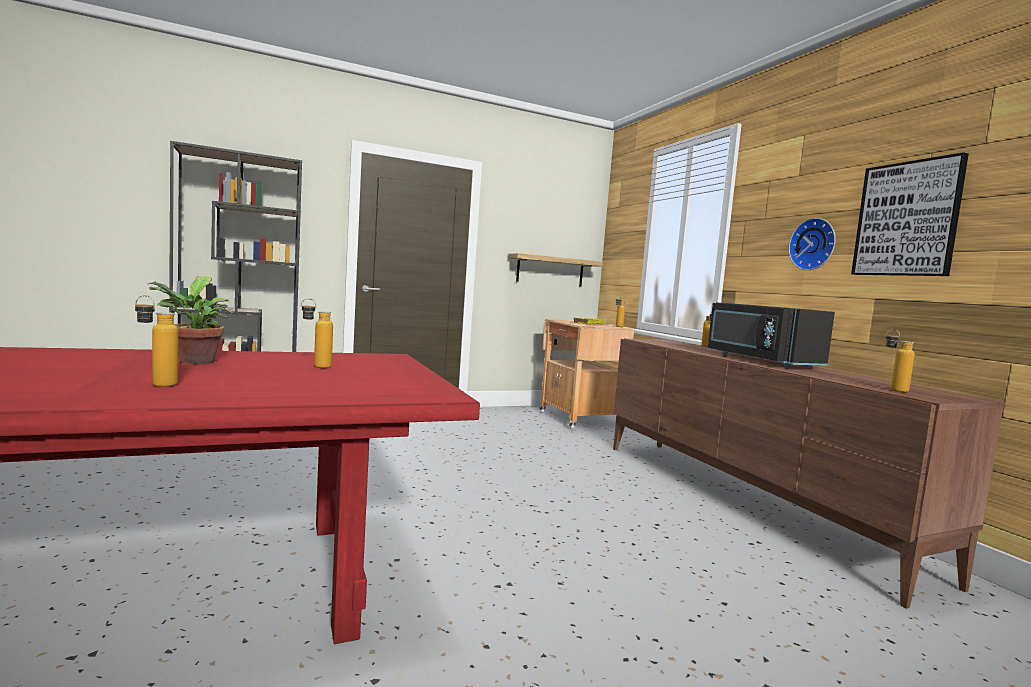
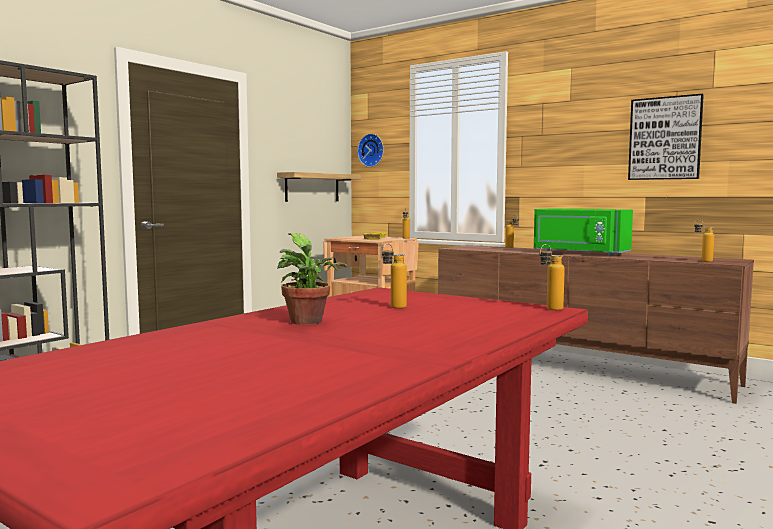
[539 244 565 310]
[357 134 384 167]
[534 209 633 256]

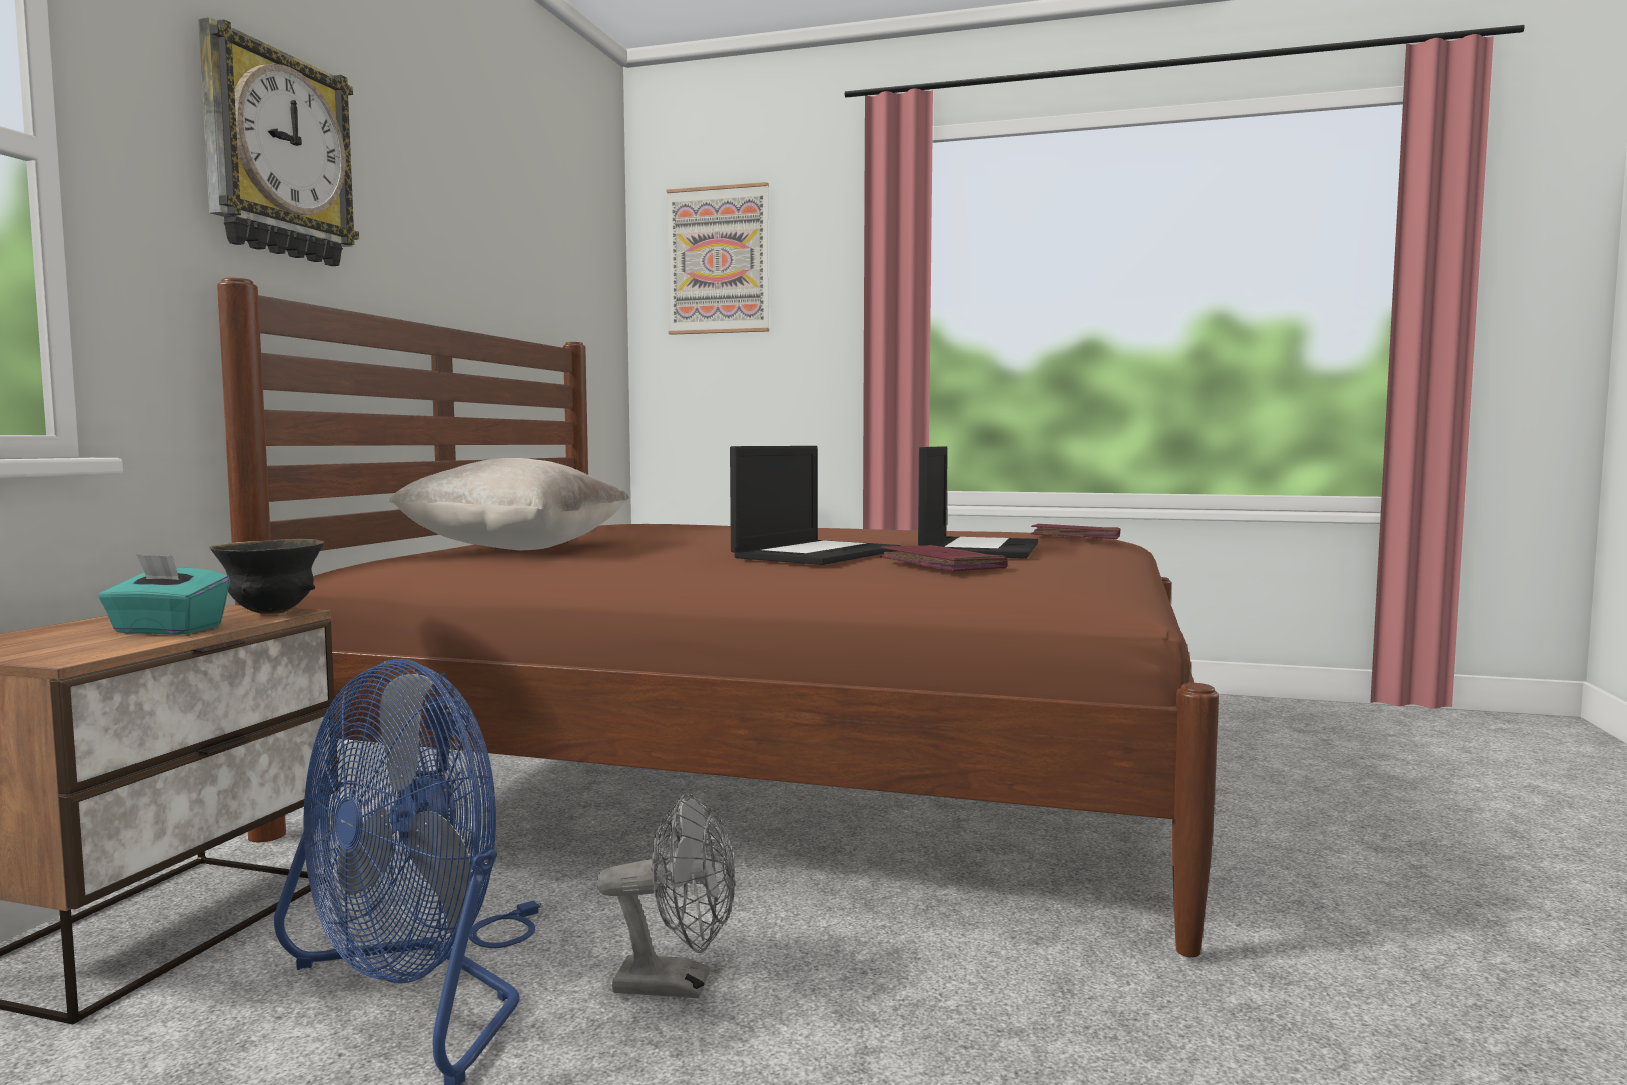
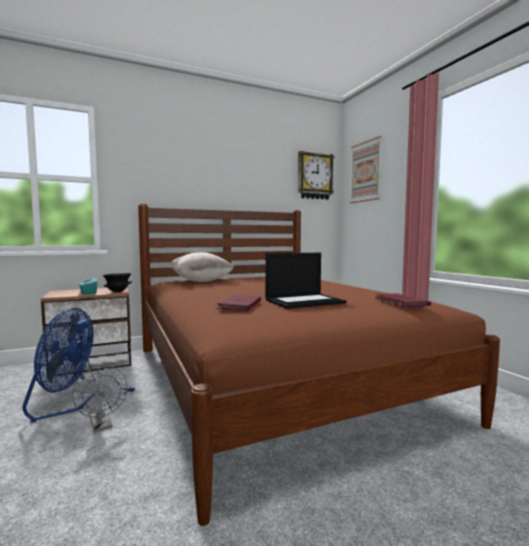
[730 446 900 565] (first image)
[298 151 334 200]

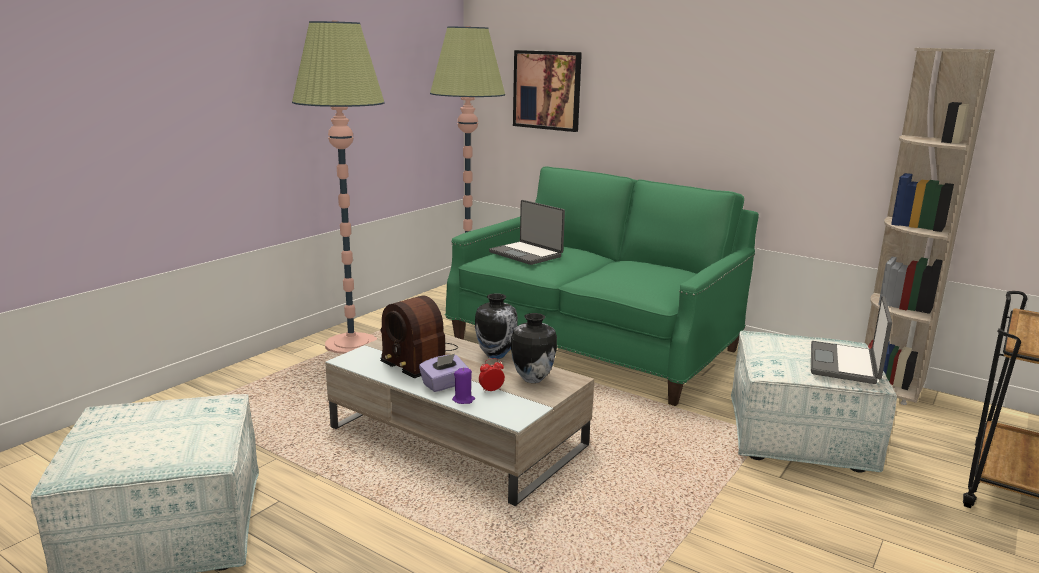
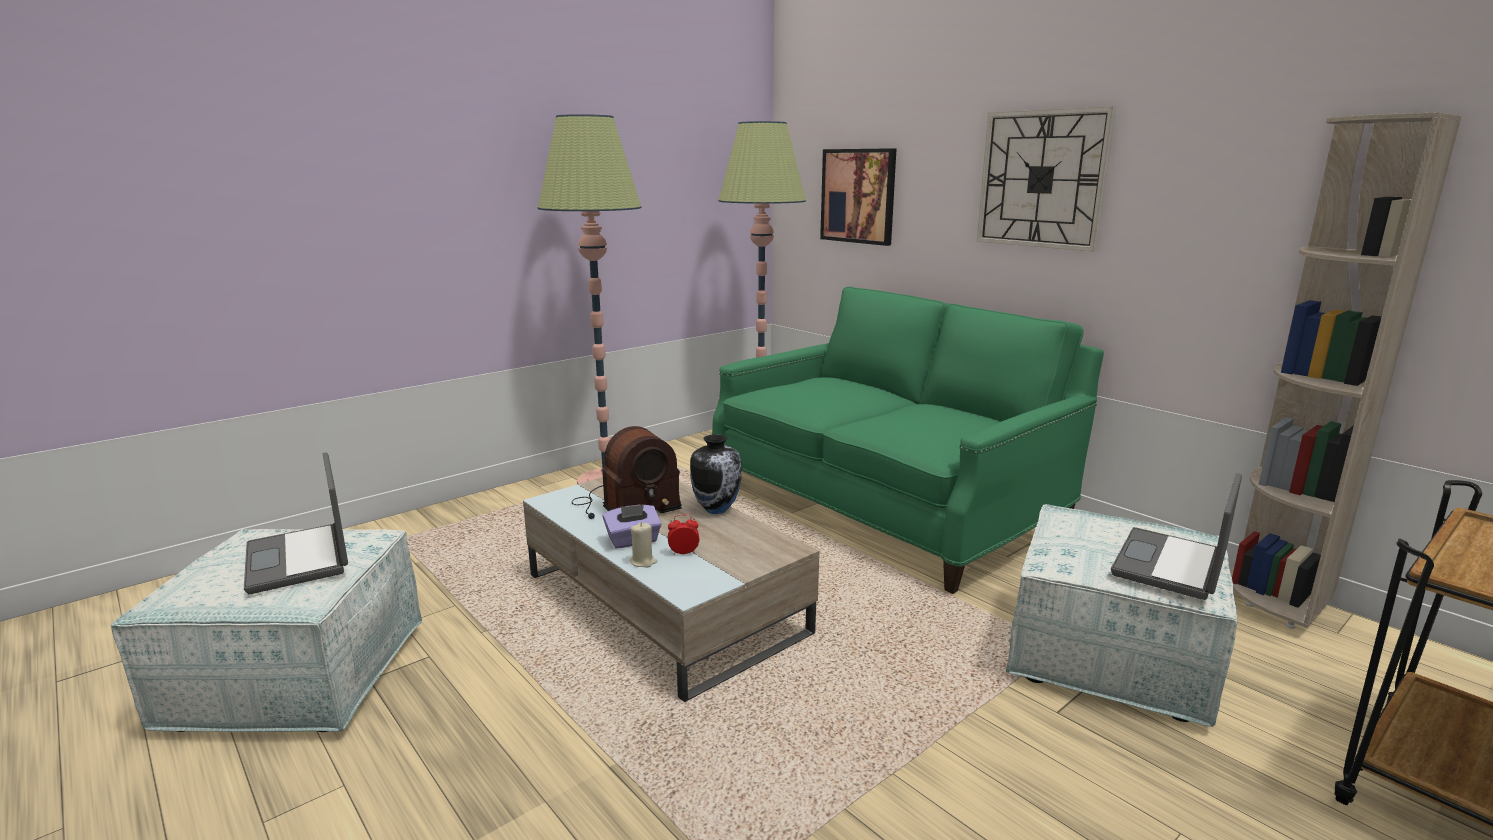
[511 313 557 383] (first image)
[977 107 1116 252]
[244 453 348 594]
[630 523 657 567]
[572 426 682 519]

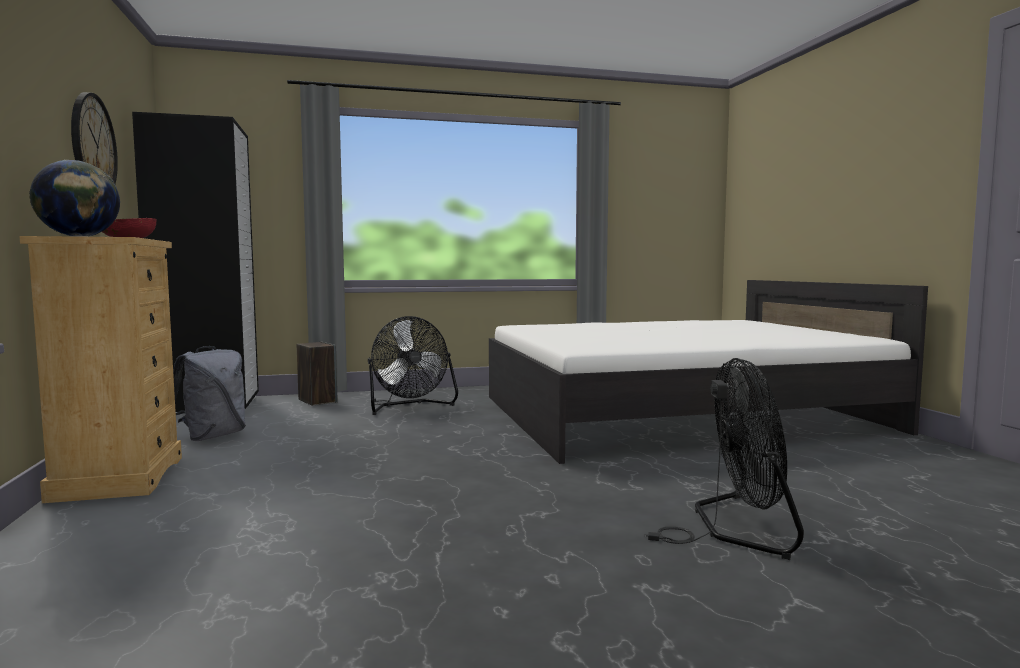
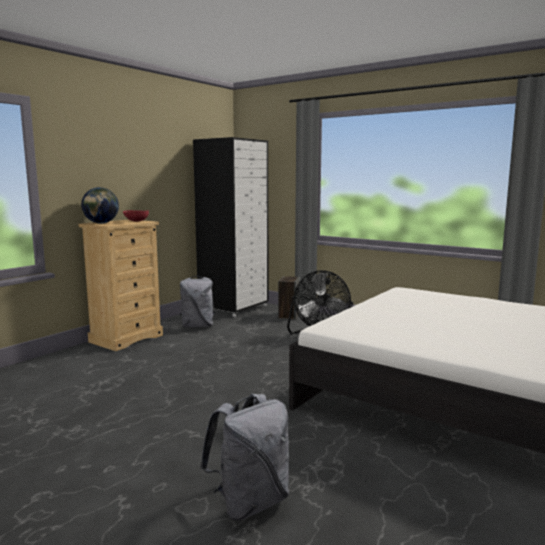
[71 92 118 184] (first image)
[200 394 289 520]

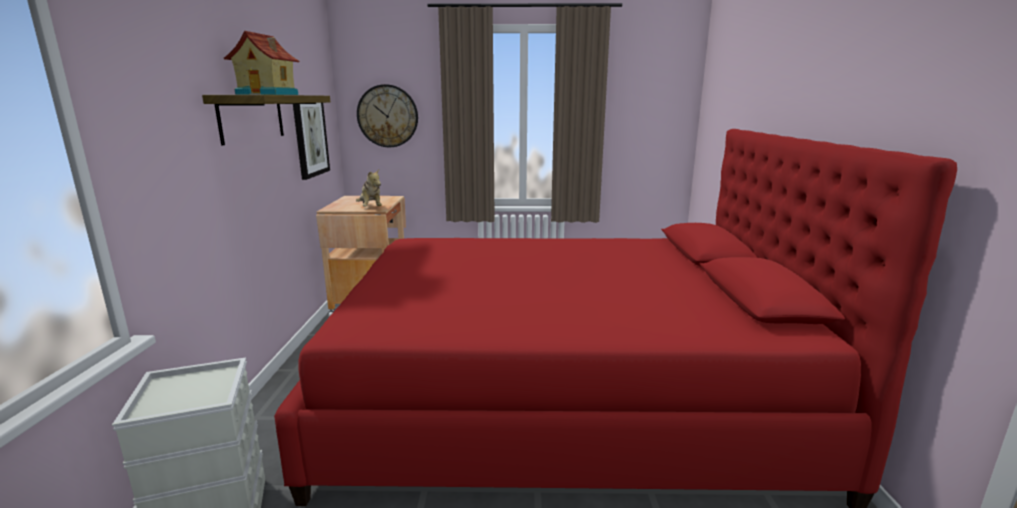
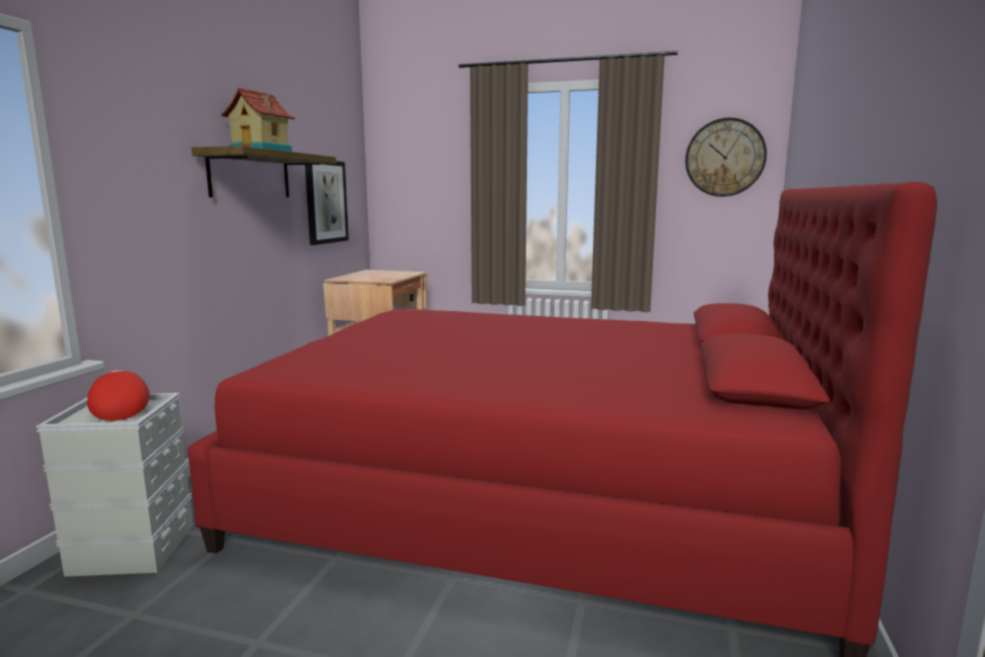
[356 169 382 207] (first image)
[87 370 150 421]
[685 118 767 197]

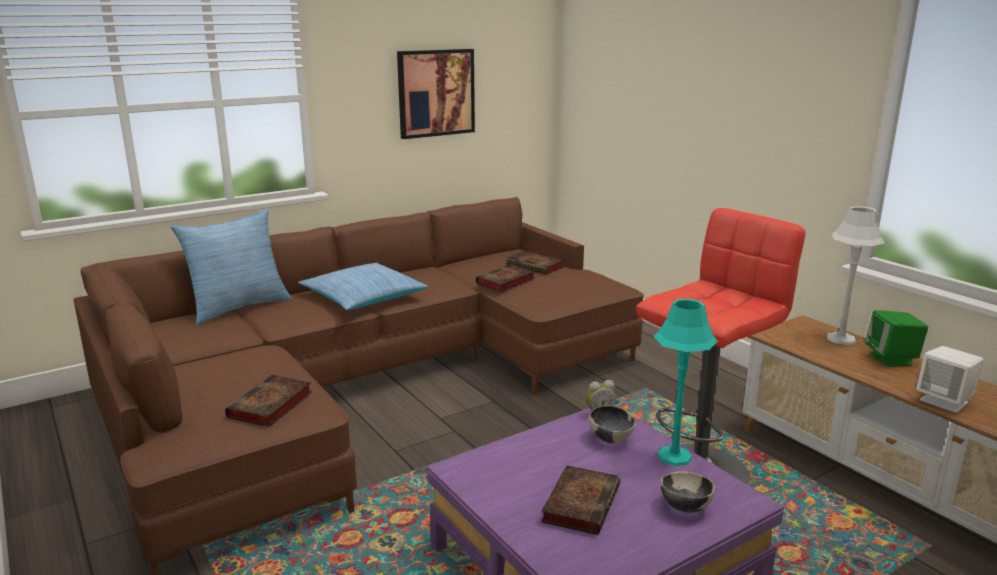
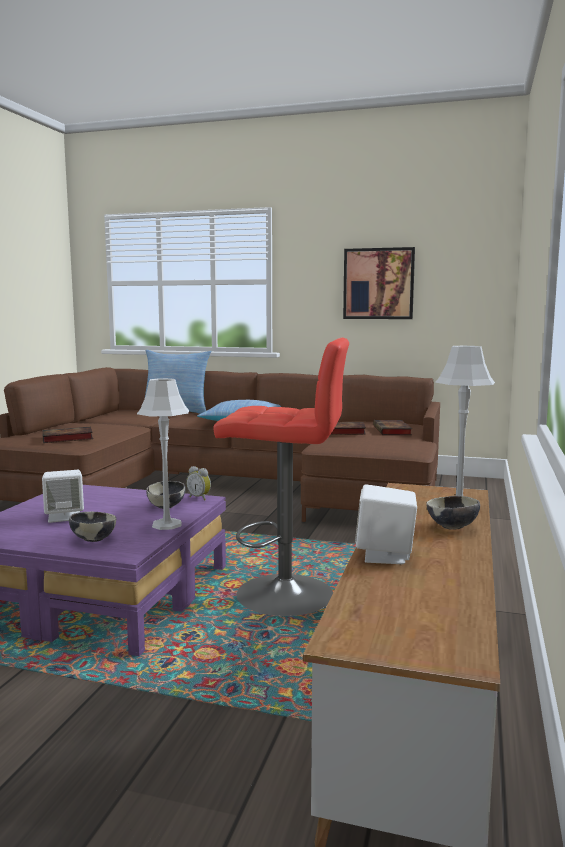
[42 470 84 523]
[426 496 480 530]
[137 378 189 530]

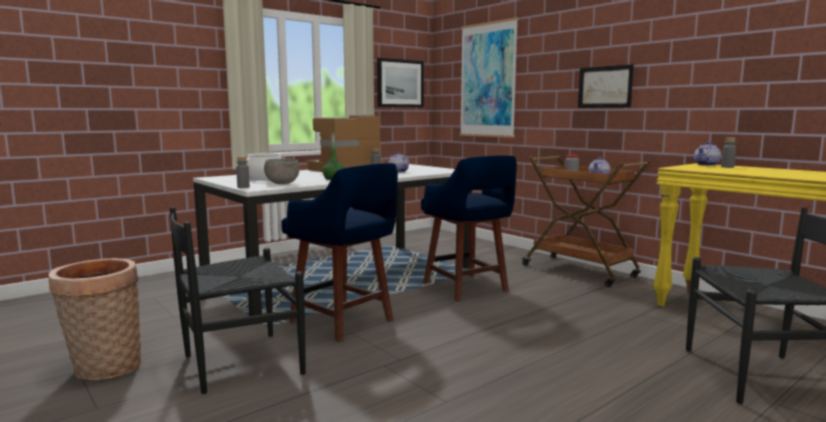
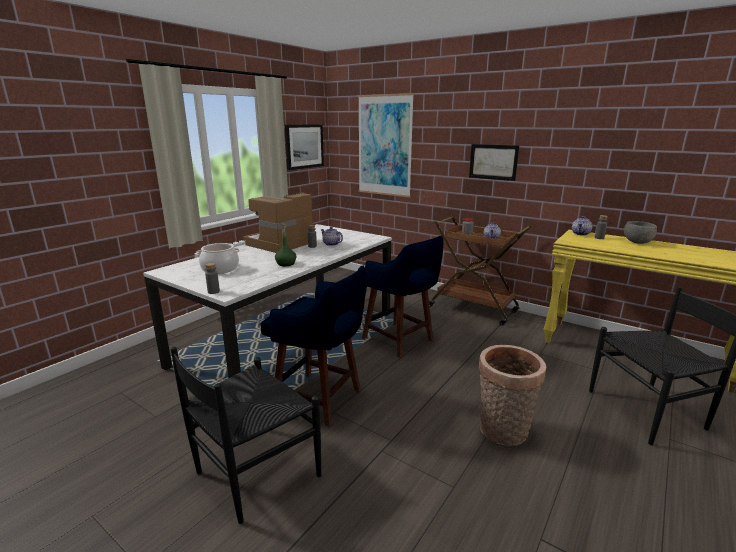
[479 345 546 446]
[624 221 657 244]

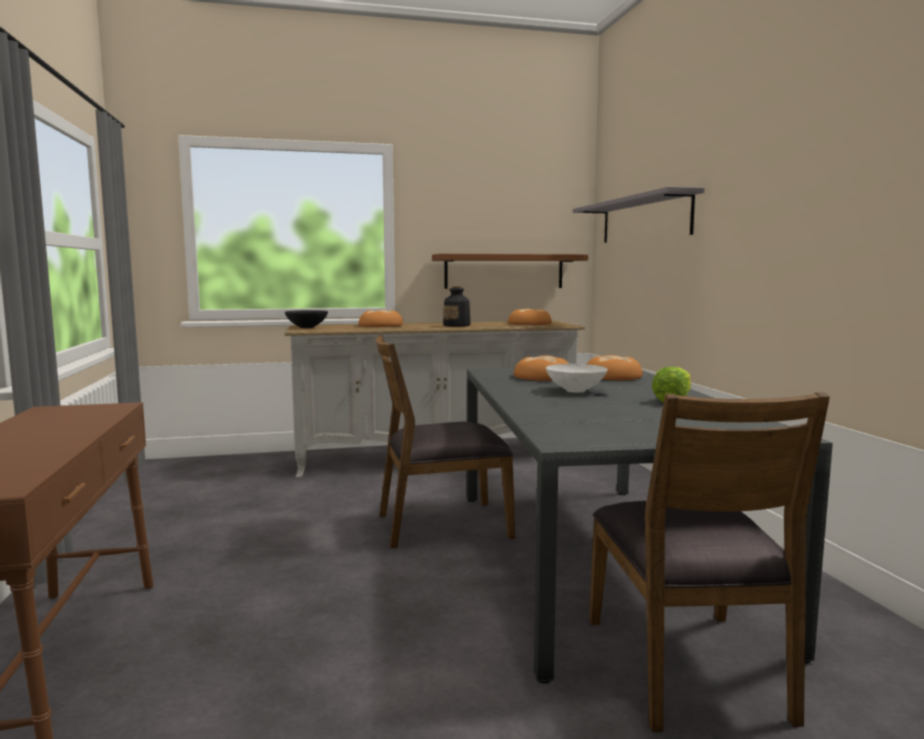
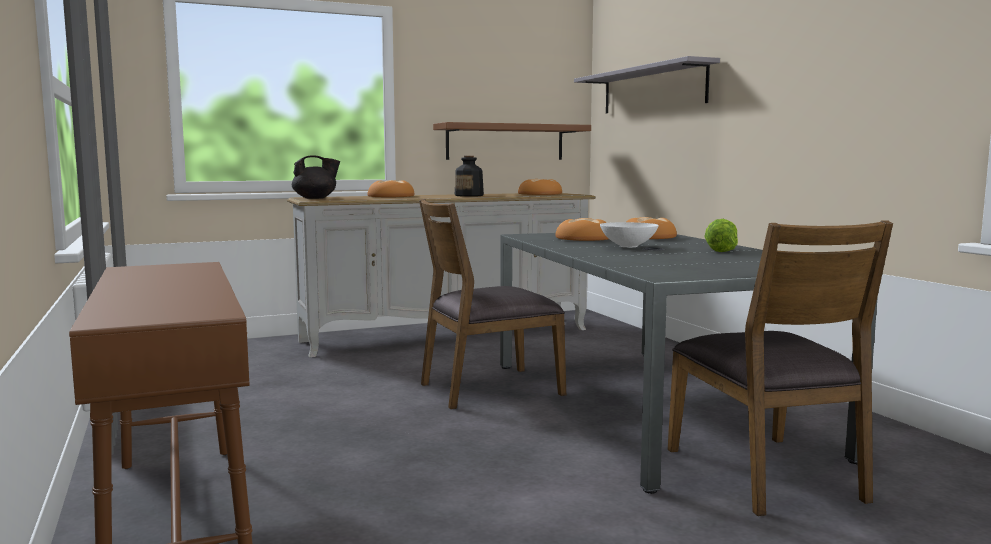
[292 155 340 199]

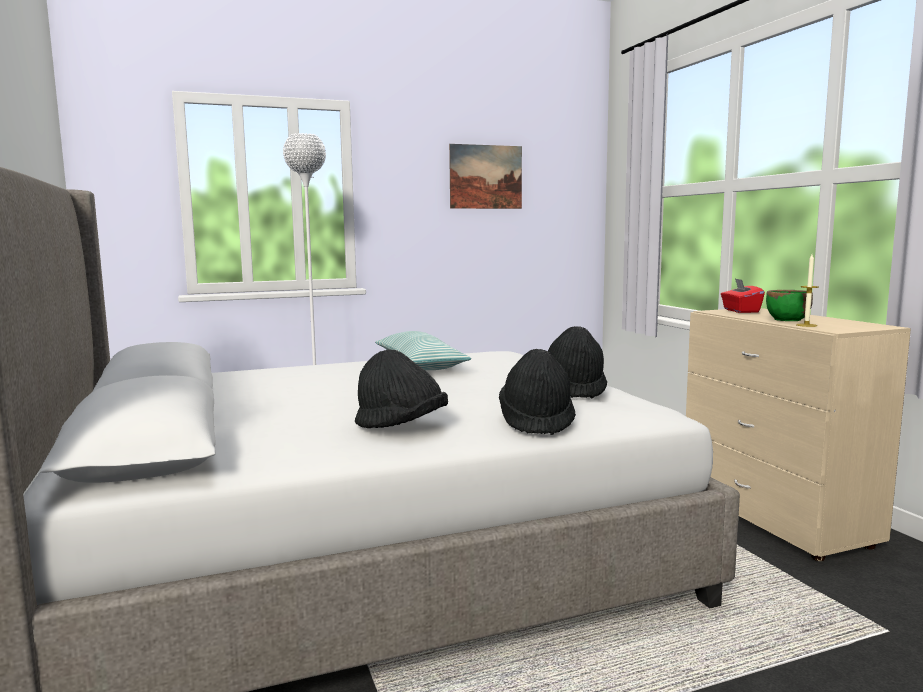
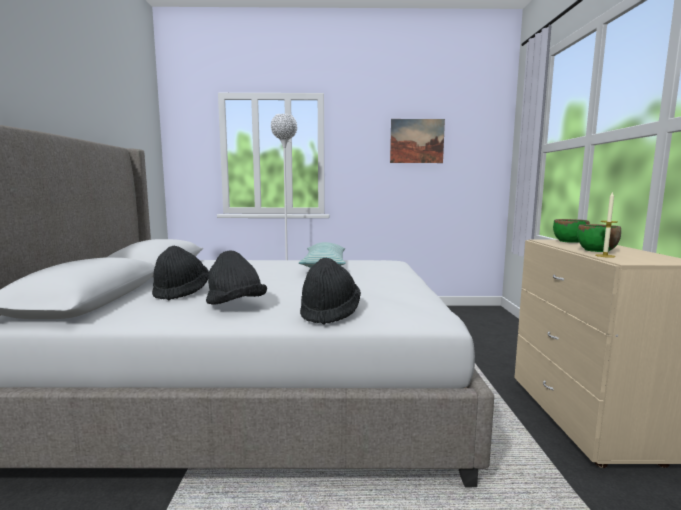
[152 245 209 300]
[553 219 590 243]

